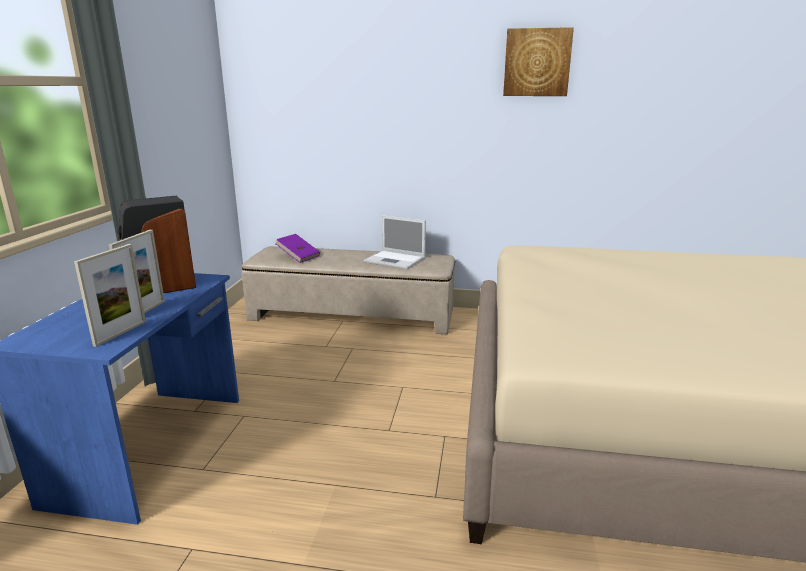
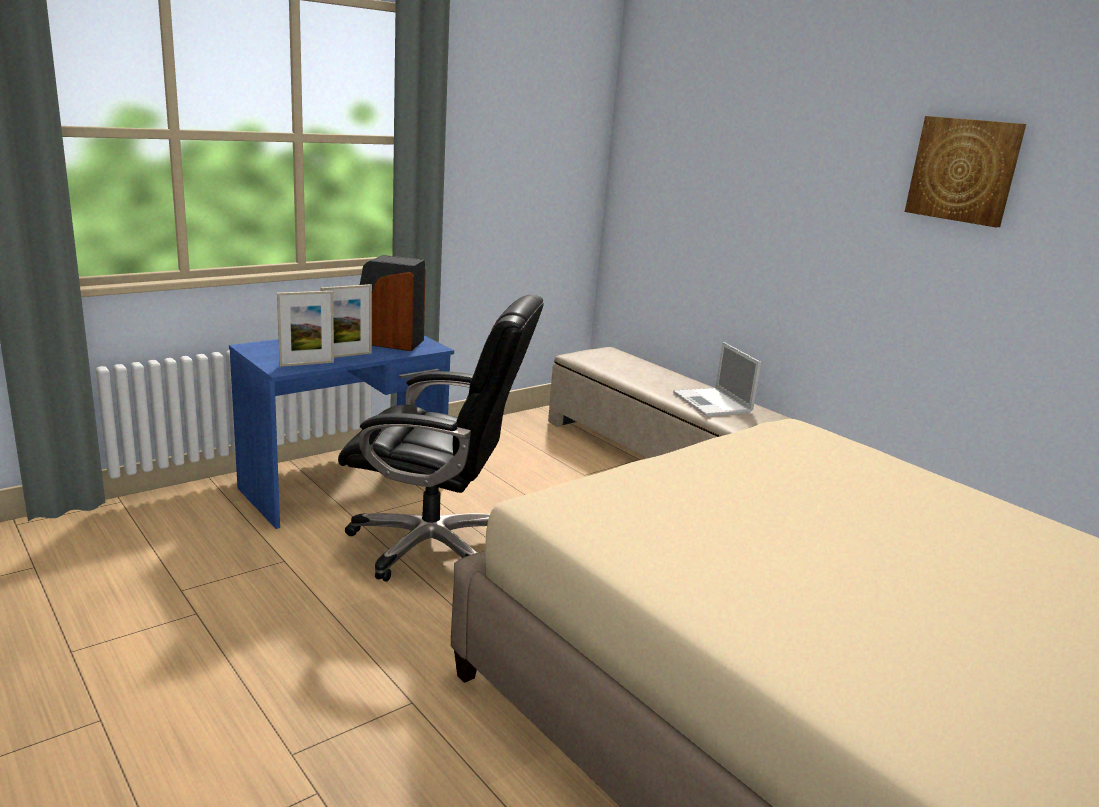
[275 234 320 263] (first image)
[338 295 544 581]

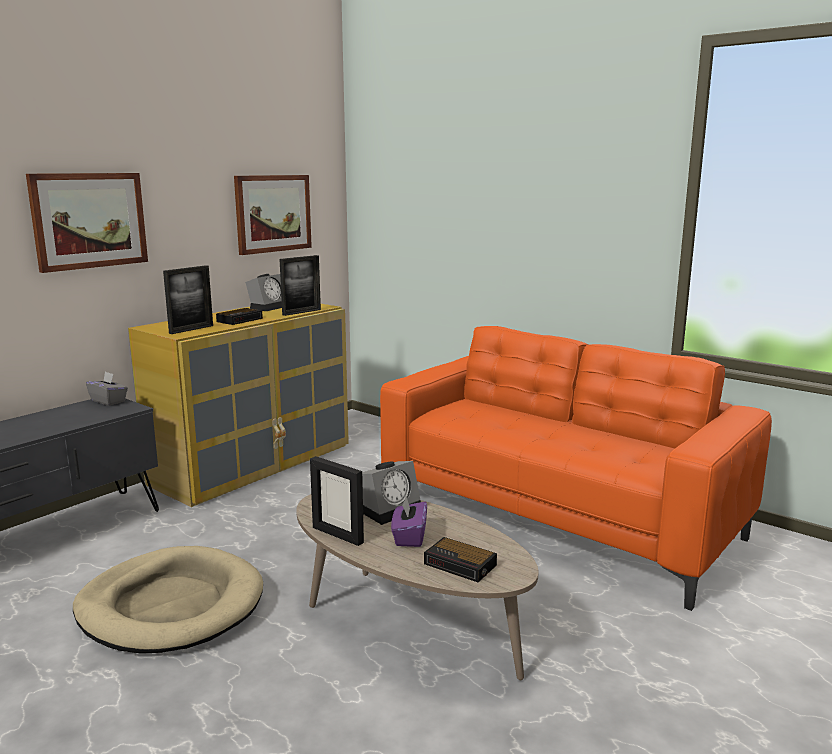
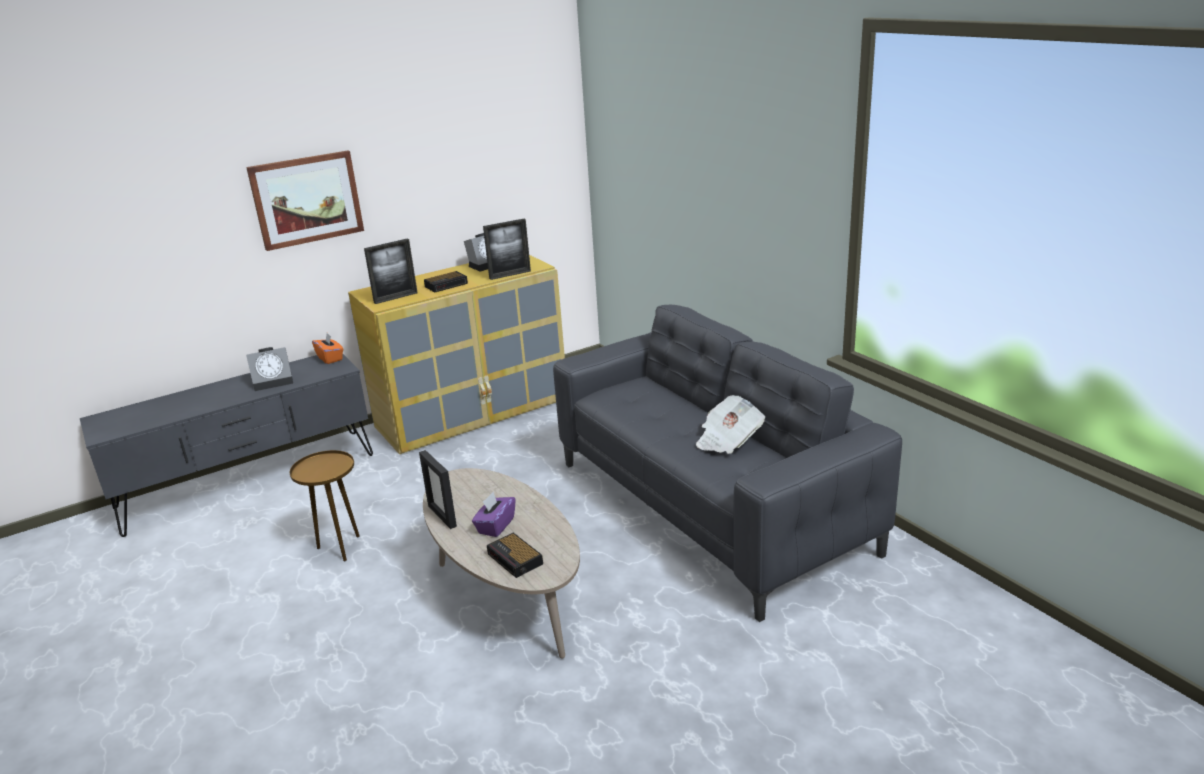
[234 175 312 255] (first image)
[696 395 765 454]
[246 347 293 391]
[290 450 360 561]
[312 333 343 364]
[553 305 902 622]

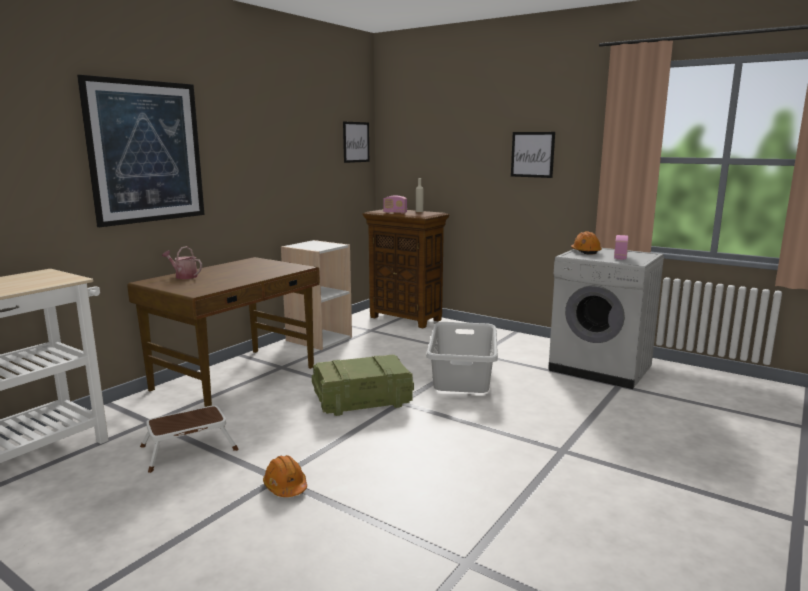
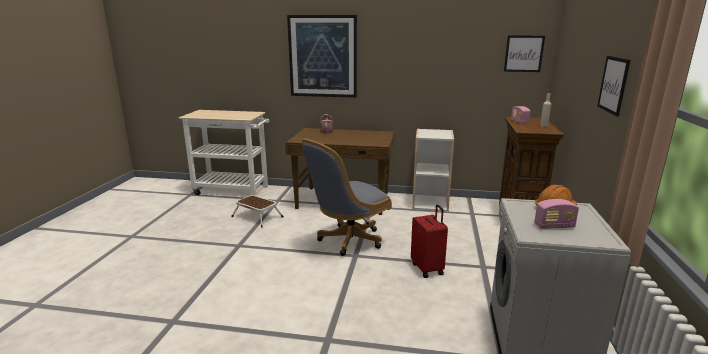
[263 455 307 497] (first image)
[302 139 392 256]
[411 205 448 278]

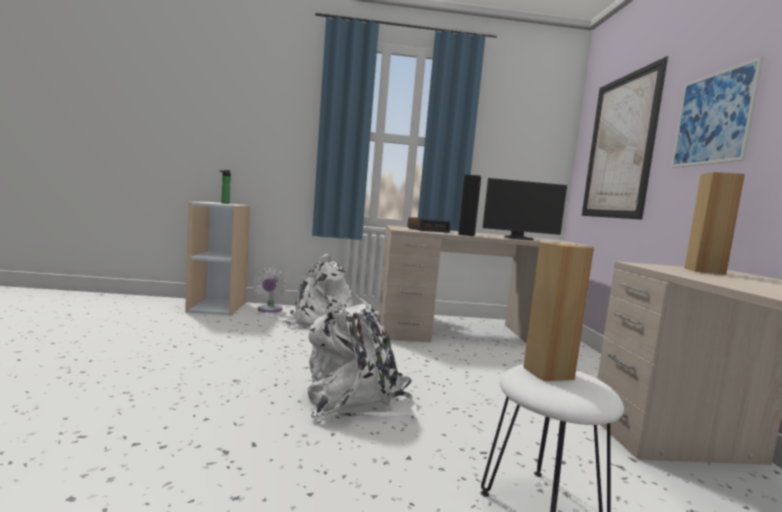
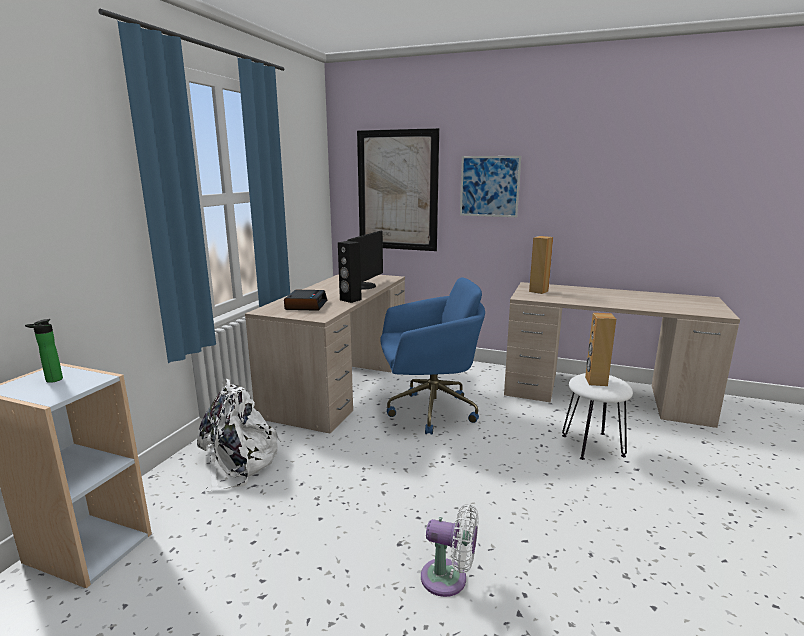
[307 296 418 419] (first image)
[380 278 485 434]
[421 504 478 597]

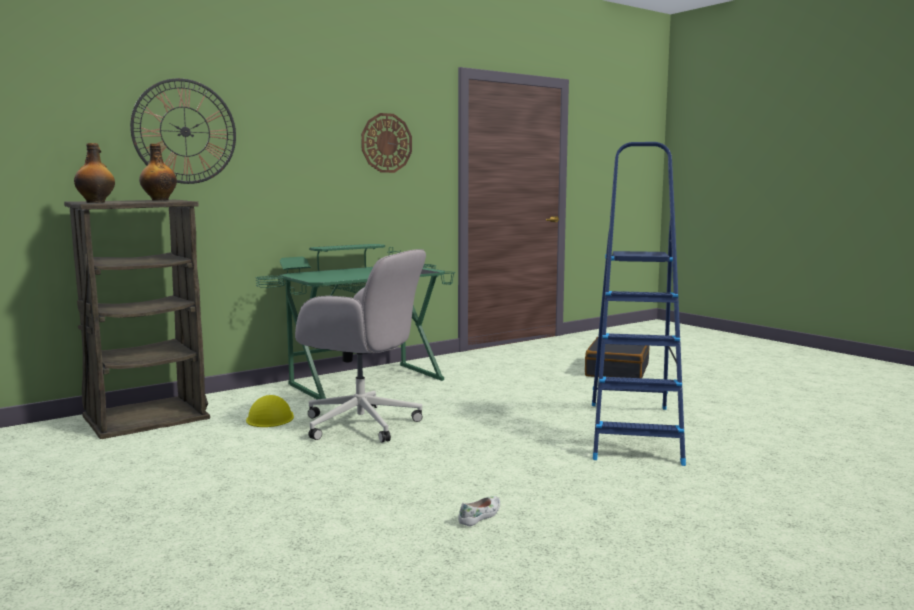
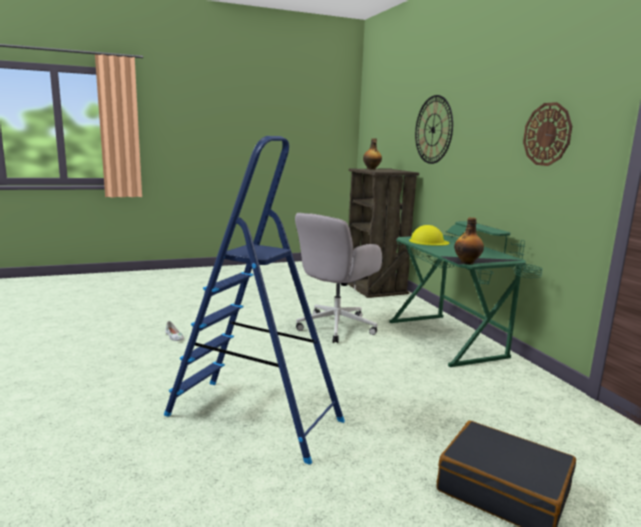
[454 217 484 264]
[409 225 449 246]

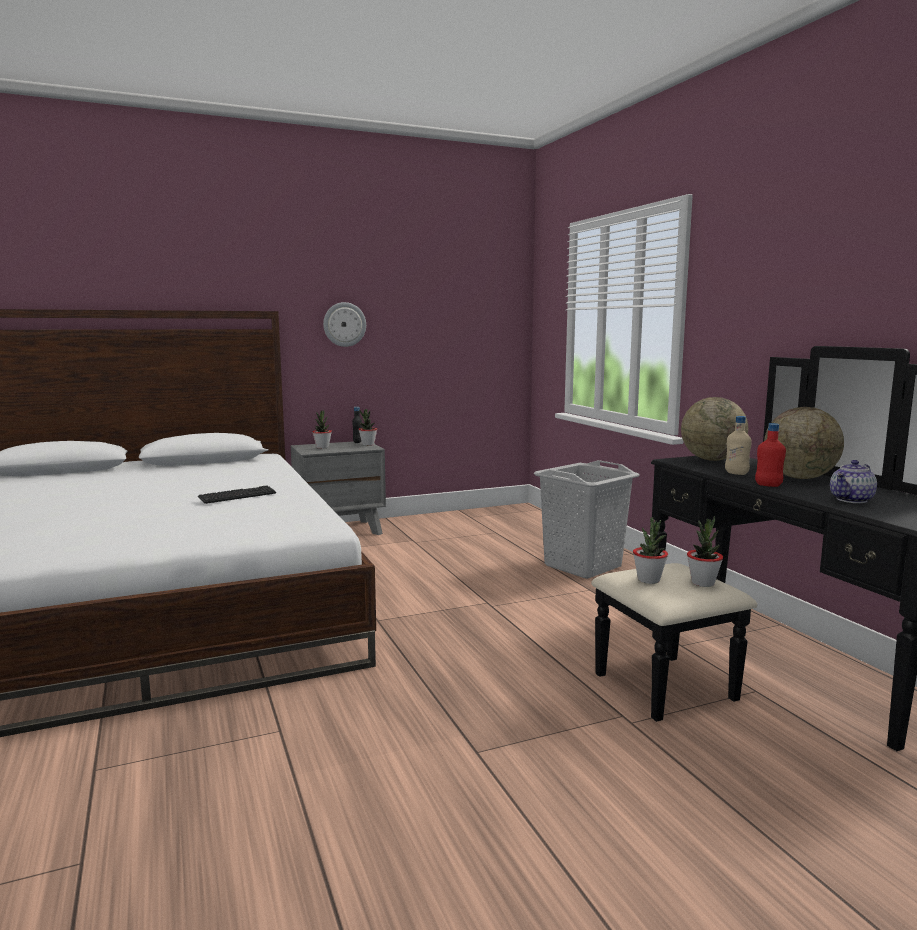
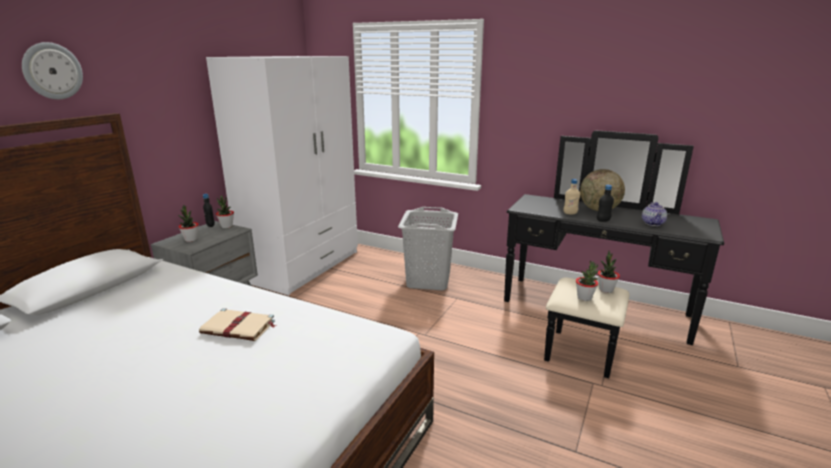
[681 397 748 461] (first image)
[206 56 358 296]
[22 42 83 100]
[199 308 277 341]
[597 185 614 222]

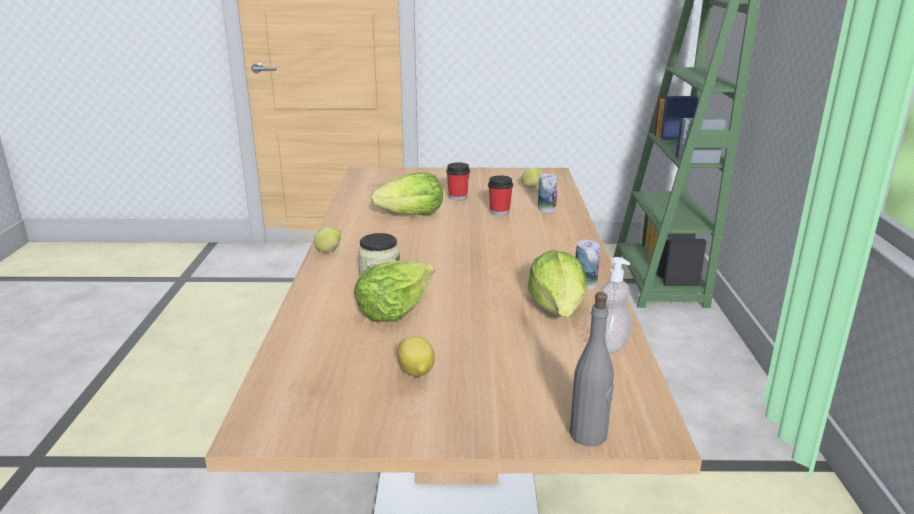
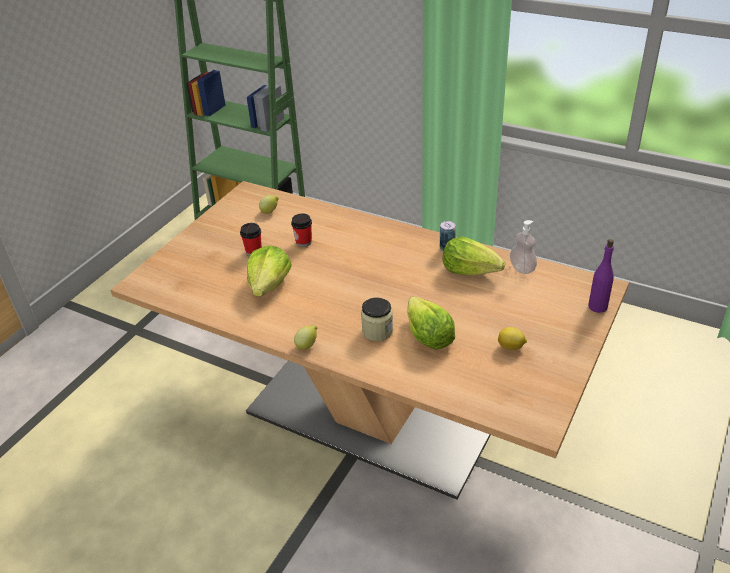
[538 174 558 212] (first image)
[588 239 614 313]

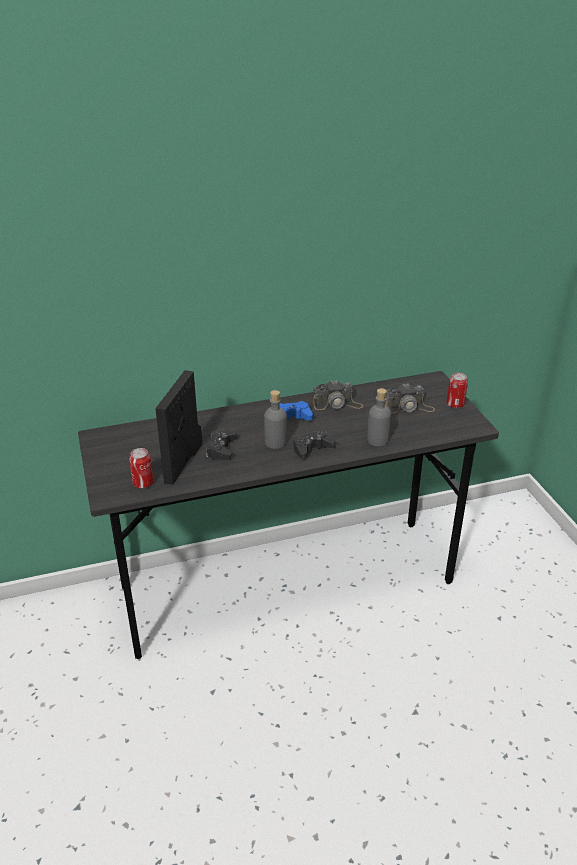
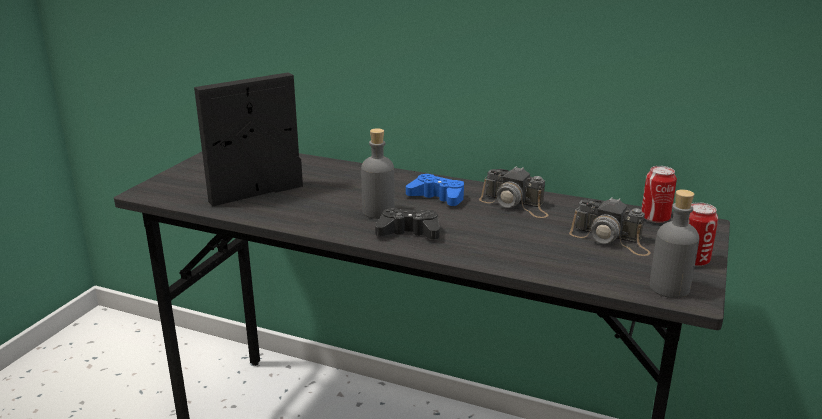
[206 429 237 460] (first image)
[641 166 677 223]
[650 189 699 298]

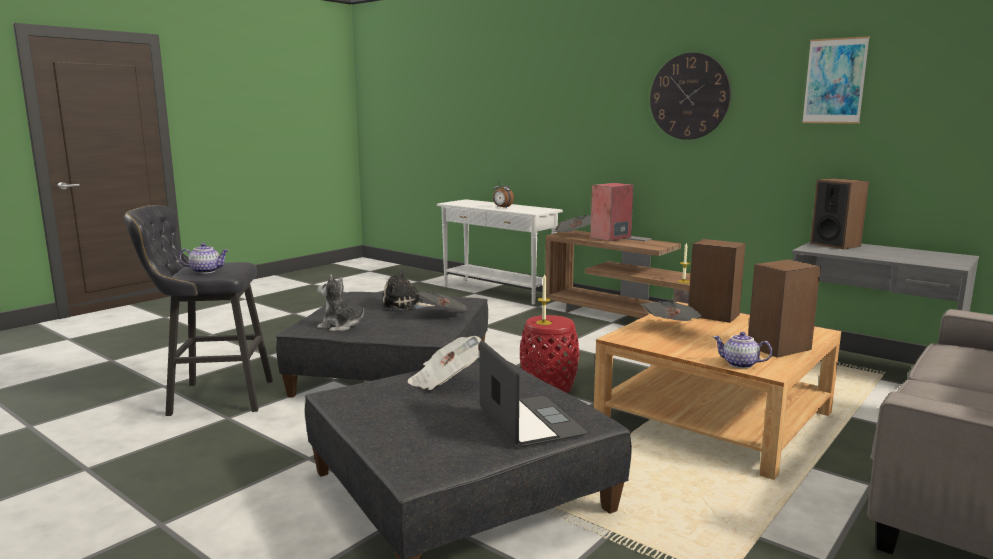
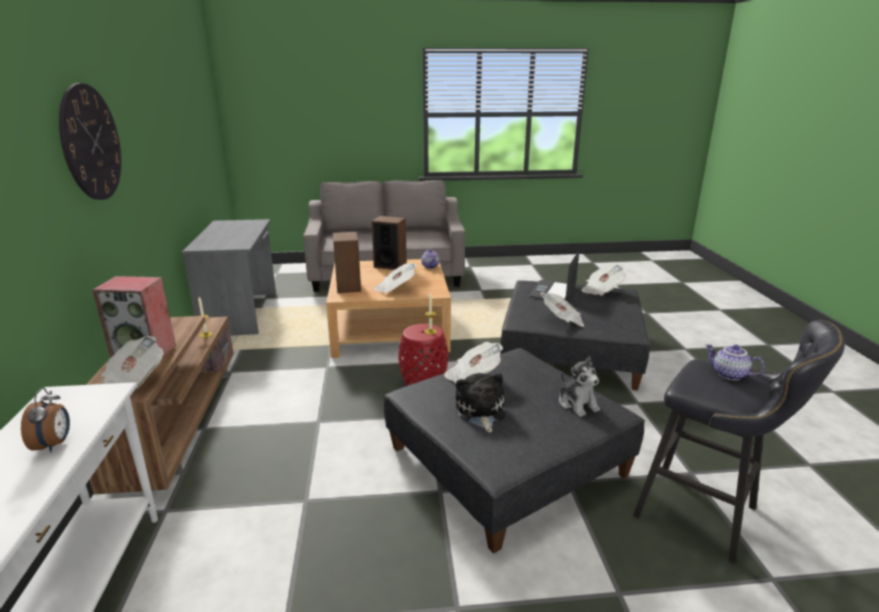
[802 36 870 124] (first image)
[810 178 869 249] (first image)
[581 265 626 296]
[456 373 505 433]

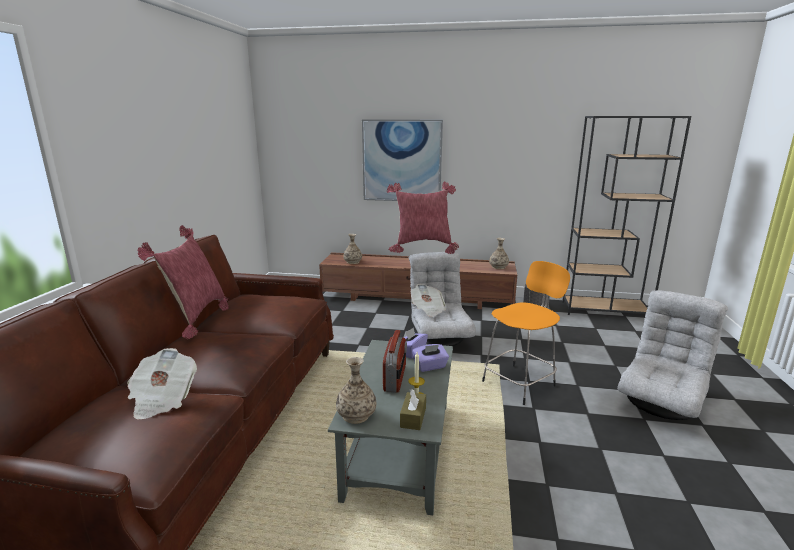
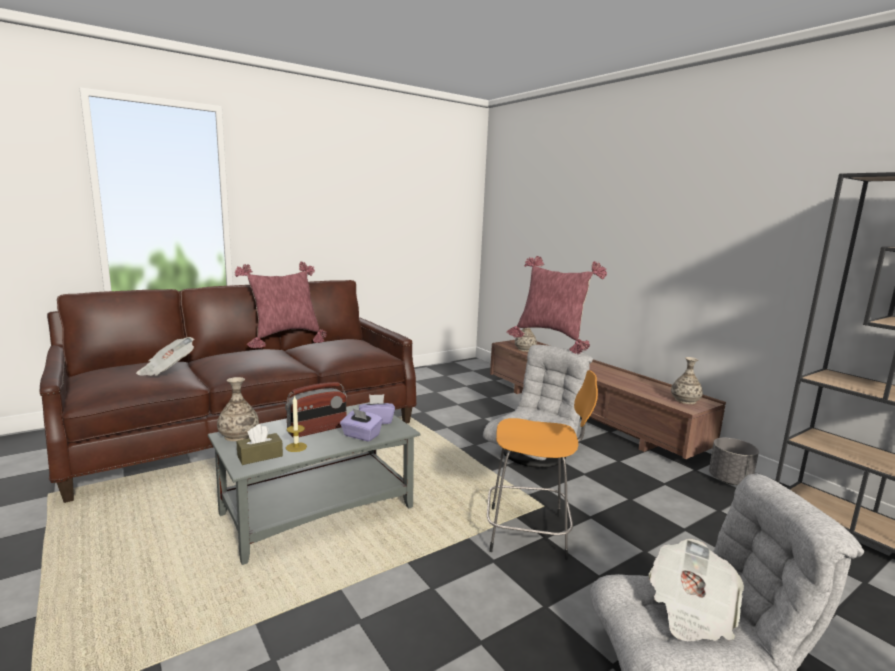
[362 120 443 201] (first image)
[649 539 744 641]

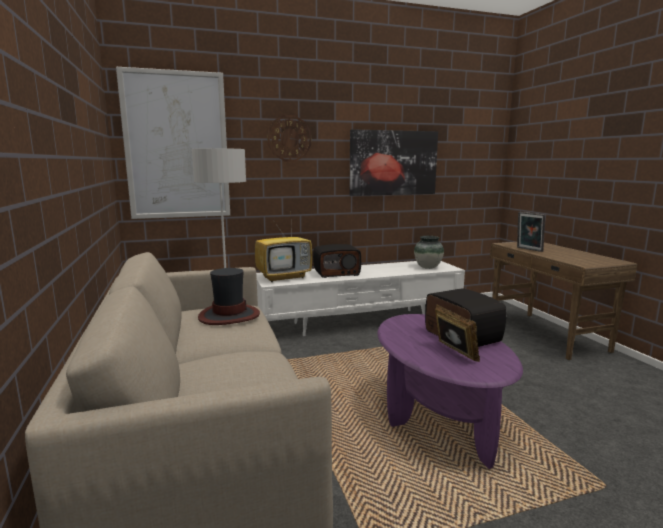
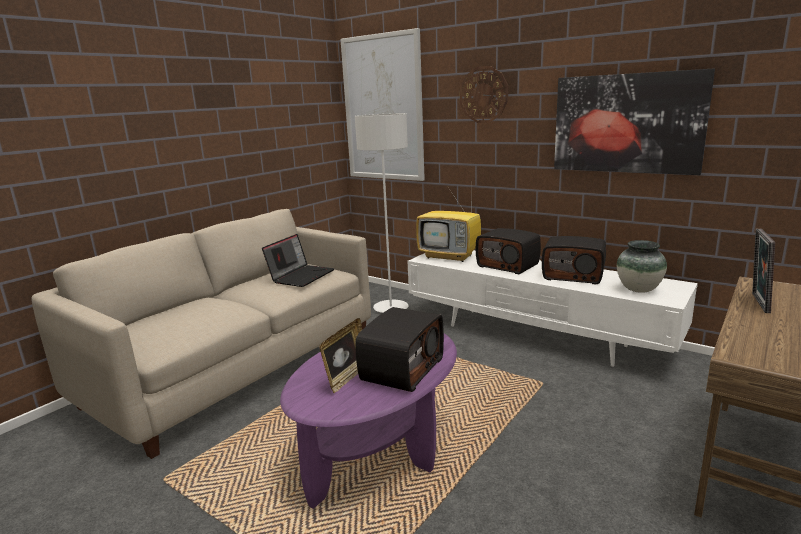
[542 236 606 284]
[262 234 335 287]

